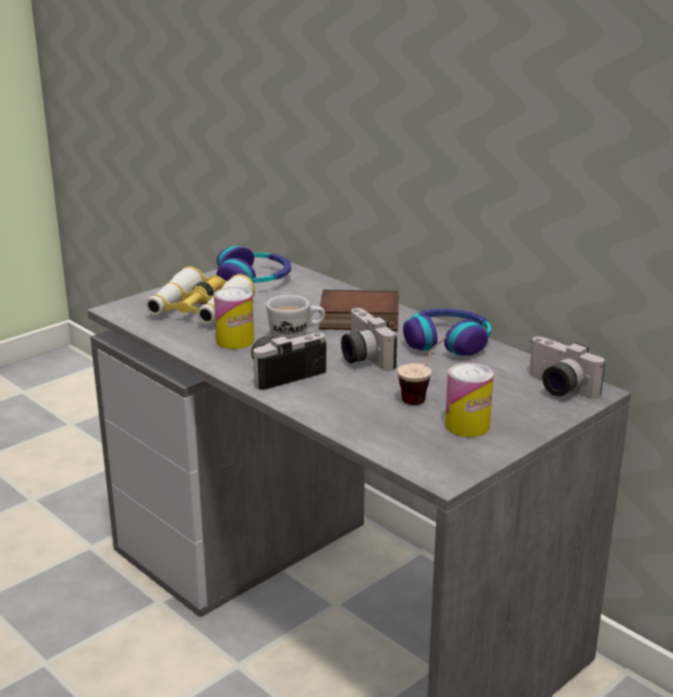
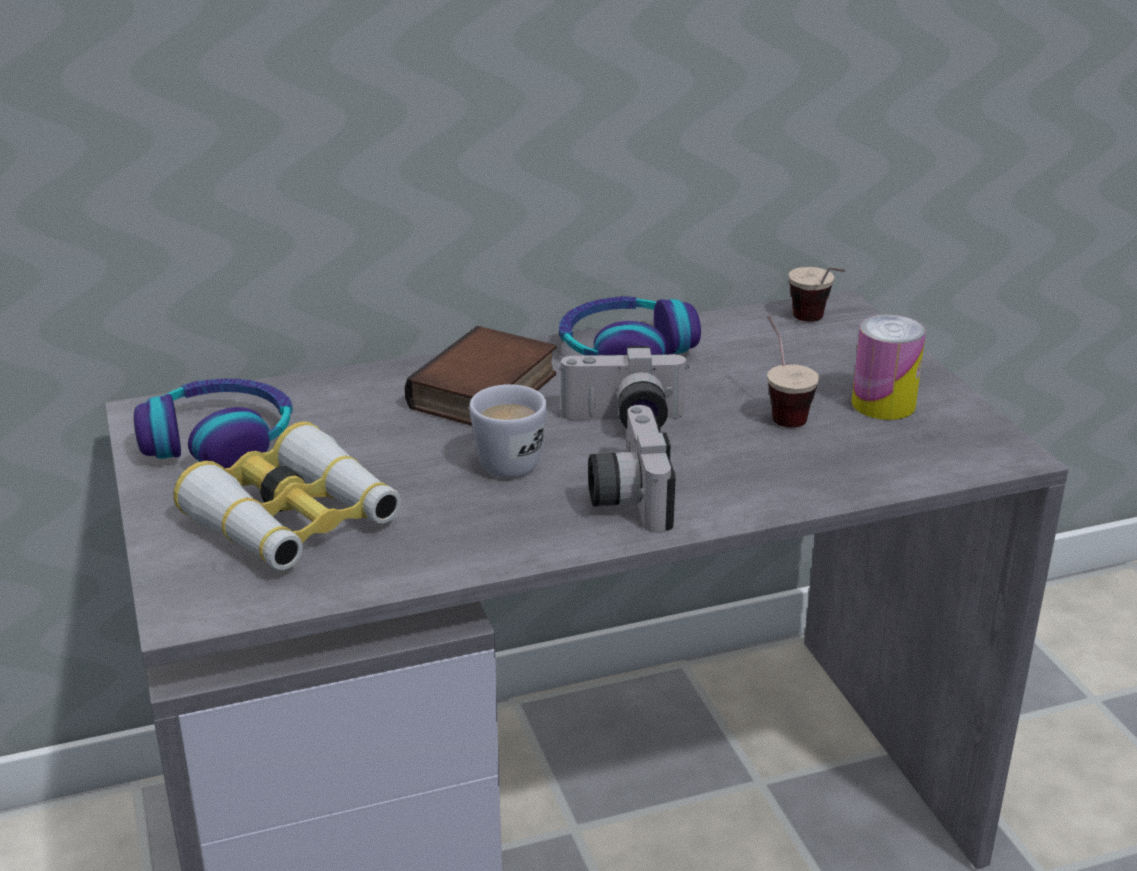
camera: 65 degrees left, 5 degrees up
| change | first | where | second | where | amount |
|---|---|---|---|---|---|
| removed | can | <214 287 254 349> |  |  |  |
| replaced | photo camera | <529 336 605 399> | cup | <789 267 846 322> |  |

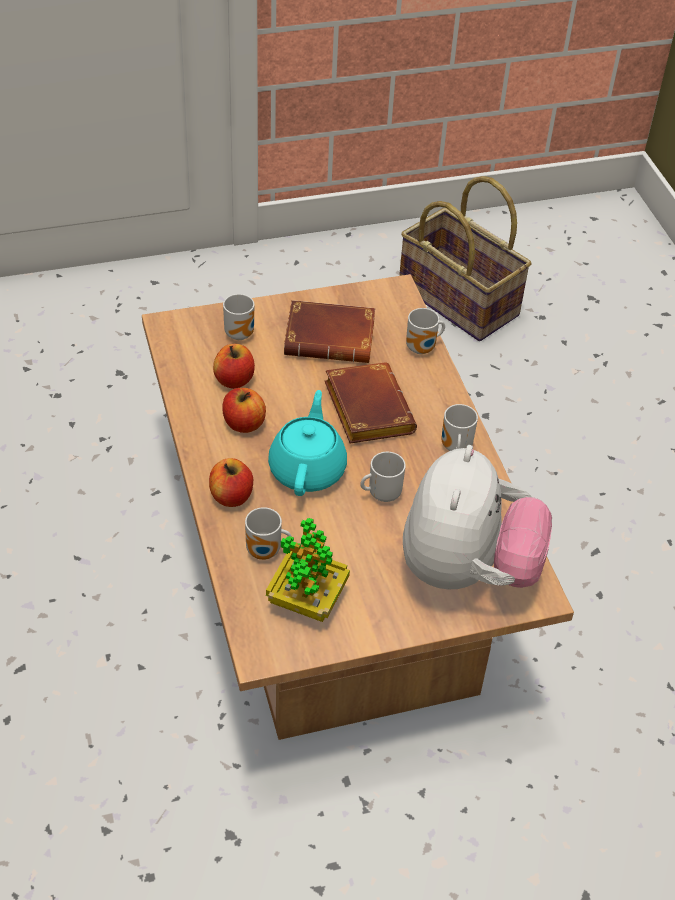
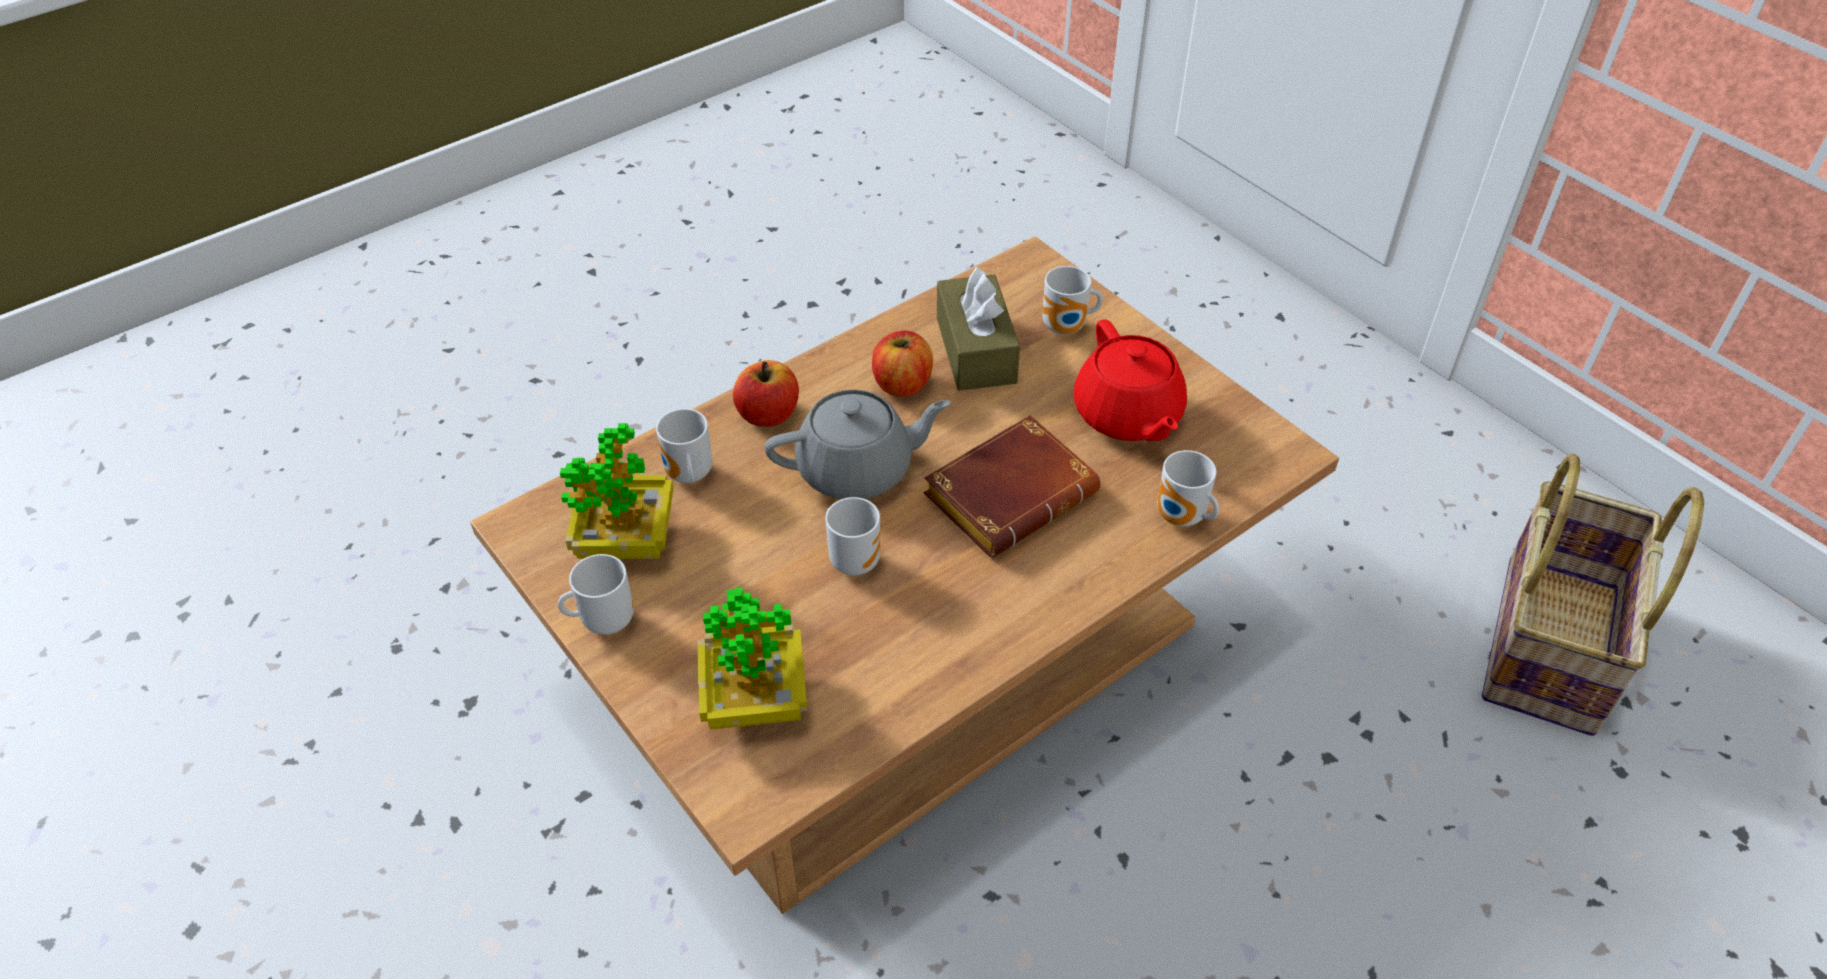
camera: 70 degrees right, 0 degrees up
| change | first | where | second | where | amount |
|---|---|---|---|---|---|
| replaced | apple | <213 344 255 389> | brown tissue box | <937 267 1020 391> |  |
| recoloured | turquoise teapot | <268 390 347 496> | grey teapot | <765 389 951 499> |  |
| replaced | brown book | <284 300 375 363> | red teapot | <1074 319 1187 441> |  |
| replaced | plush toy | <403 445 552 590> | potted plant | <697 587 808 730> |  |
| moved | mug | <442 404 478 451> |  | <558 554 634 635> |  |

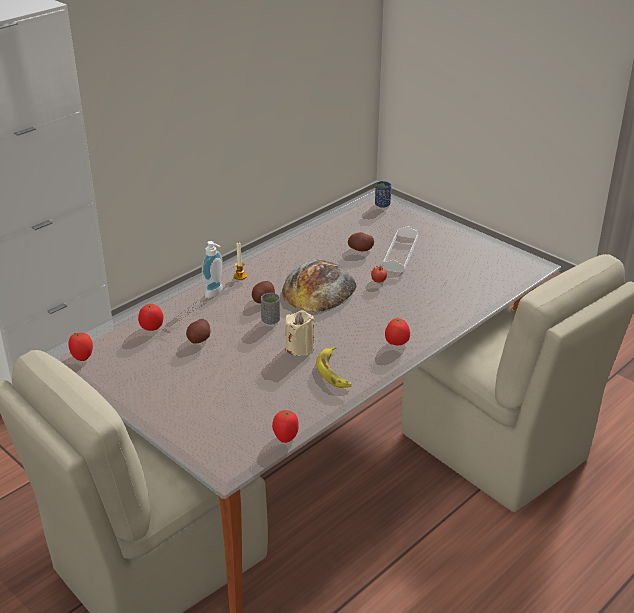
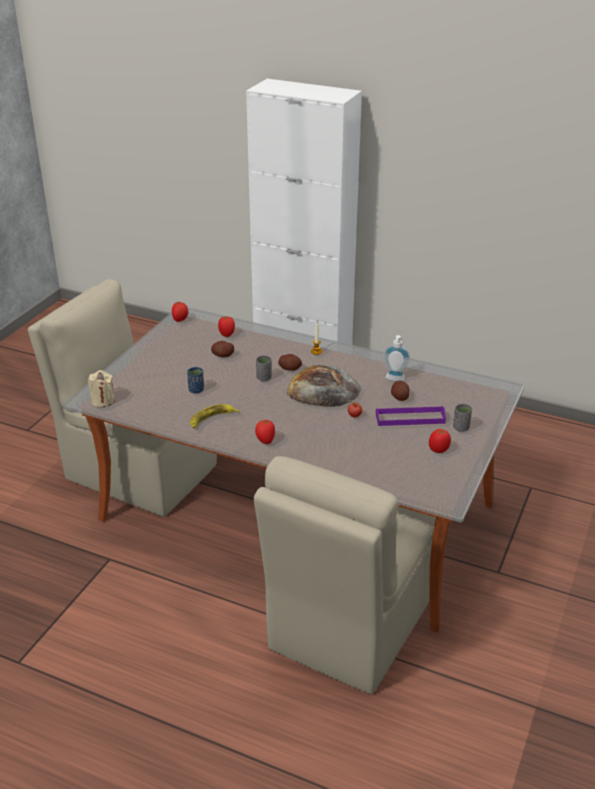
camera: 70 degrees right, 0 degrees up
| change | first | where | second | where | amount |
|---|---|---|---|---|---|
| moved | soap dispenser | <202 241 223 298> |  | <384 335 410 381> |  |
| moved | tomato | <272 410 299 443> |  | <429 429 451 453> |  |
| moved | beige candle | <285 310 314 356> |  | <88 370 115 407> |  |
| moved | blue cup | <375 181 391 208> |  | <187 367 204 393> |  |
| recoloured | white tray | <382 226 419 272> | purple tray | <376 406 446 426> |  |
| added |  |  | grey cup | <453 404 472 432> |  |

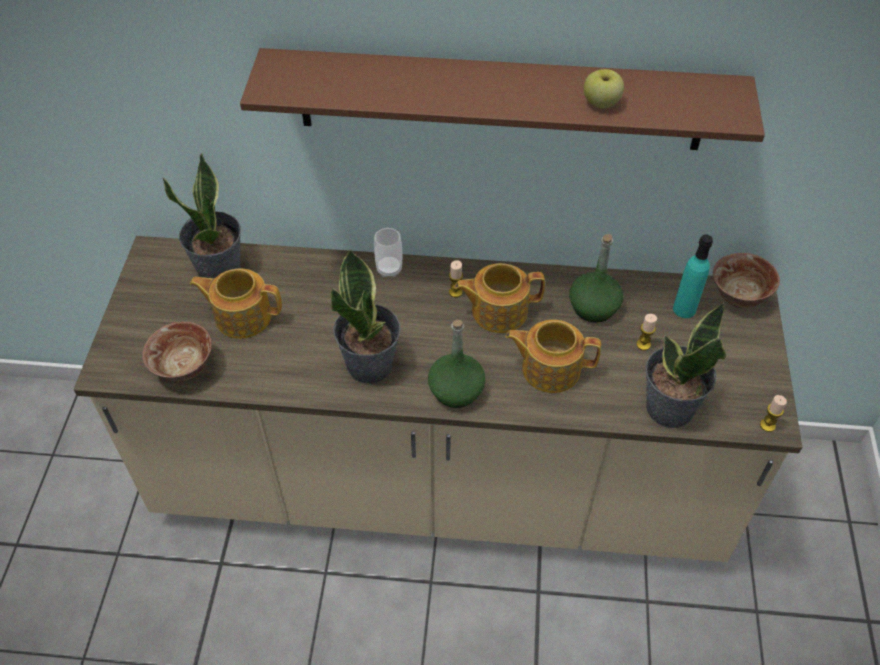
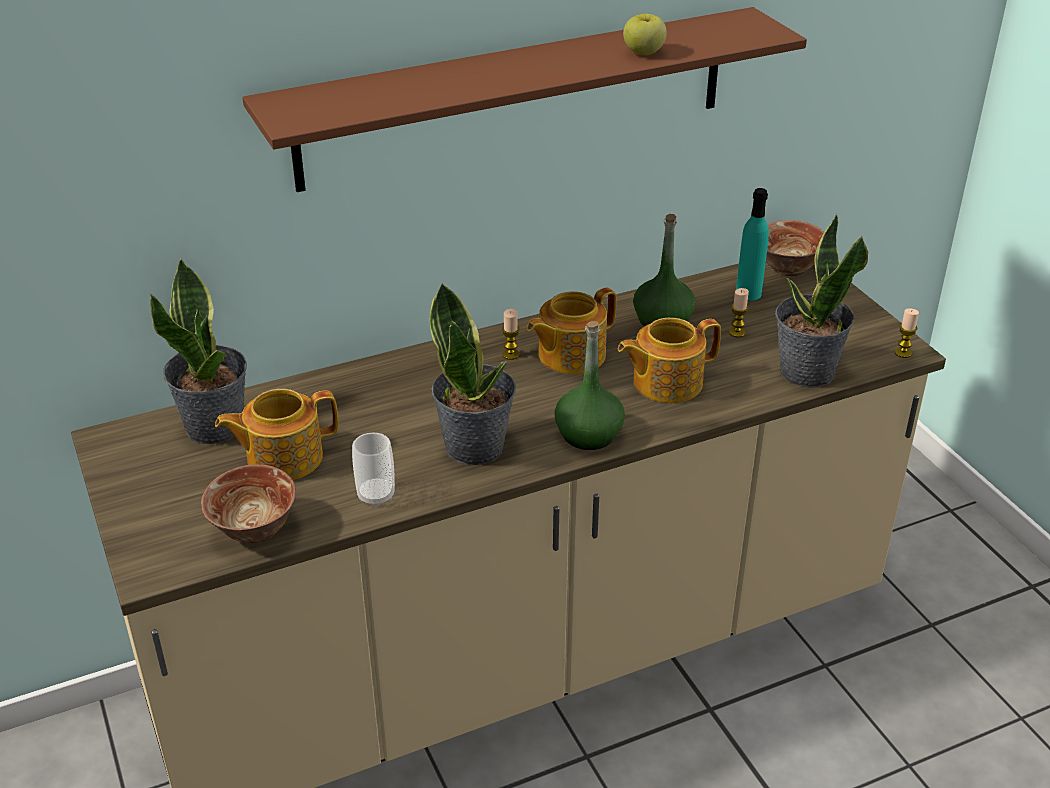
camera: 30 degrees left, 15 degrees down
| change | first | where | second | where | amount |
|---|---|---|---|---|---|
| moved | cup | <374 228 402 277> |  | <352 433 395 507> |  |

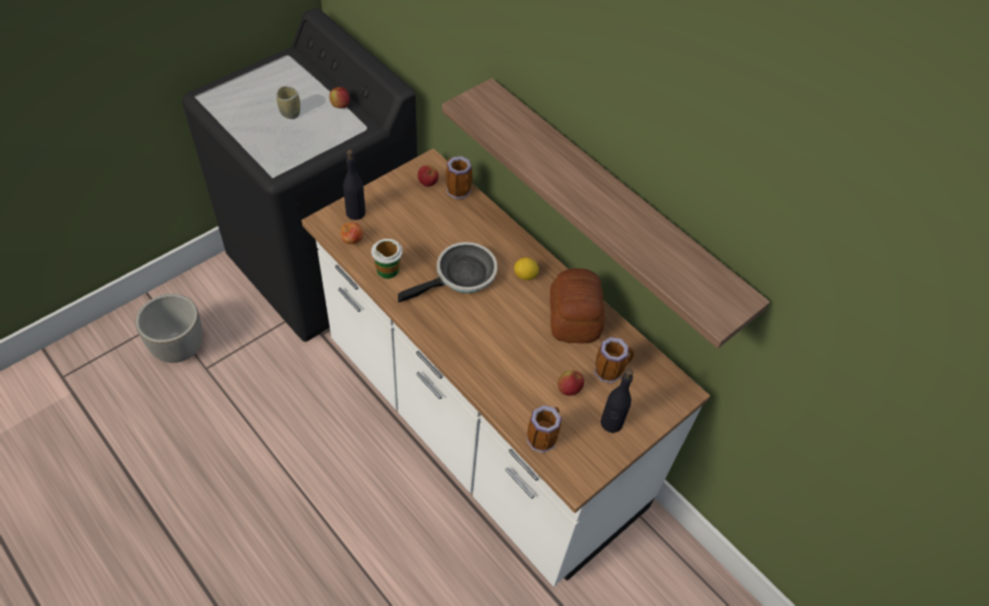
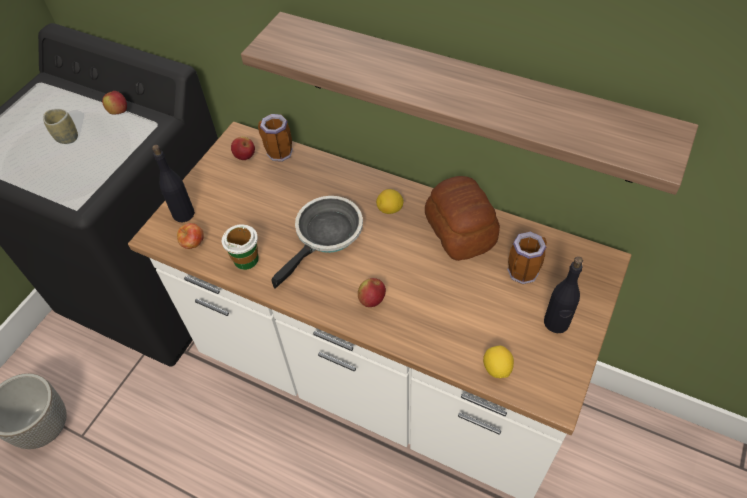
camera: 15 degrees left, 0 degrees up
| change | first | where | second | where | amount |
|---|---|---|---|---|---|
| replaced | mug | <527 405 562 453> | lemon | <483 345 514 378> |  |
| moved | apple | <558 370 584 396> |  | <358 278 386 307> |  |

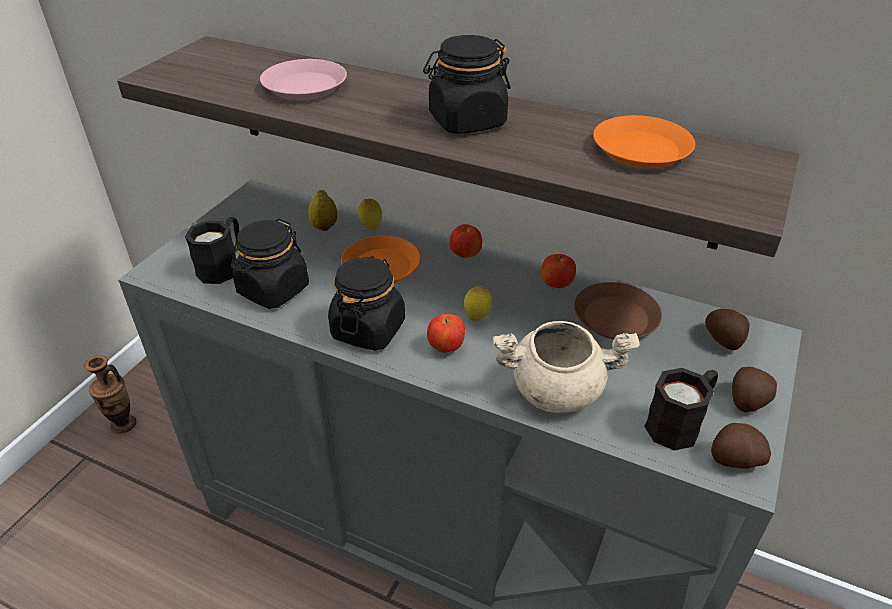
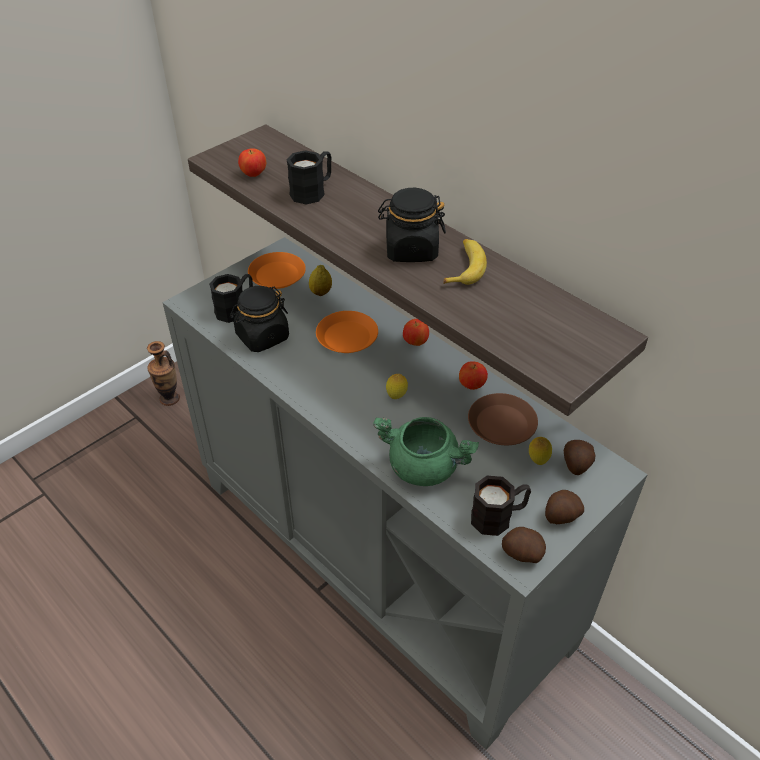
camera: 20 degrees right, 5 degrees up
| change | first | where | second | where | amount |
|---|---|---|---|---|---|
| replaced | pink plate | <260 59 347 100> | black mug | <287 150 331 204> |  |
| removed | black jar | <328 256 405 351> |  |  |  |
| moved | lemon | <358 199 382 229> |  | <529 437 552 465> |  |
| moved | apple | <427 314 465 353> |  | <238 148 266 177> |  |
| recoloured | beige cooking pot | <493 321 640 413> | green cooking pot | <373 417 479 486> |  |
| moved | orange plate | <593 115 695 168> |  | <248 252 306 289> |  |
| added |  |  | banana | <443 239 487 285> |  |

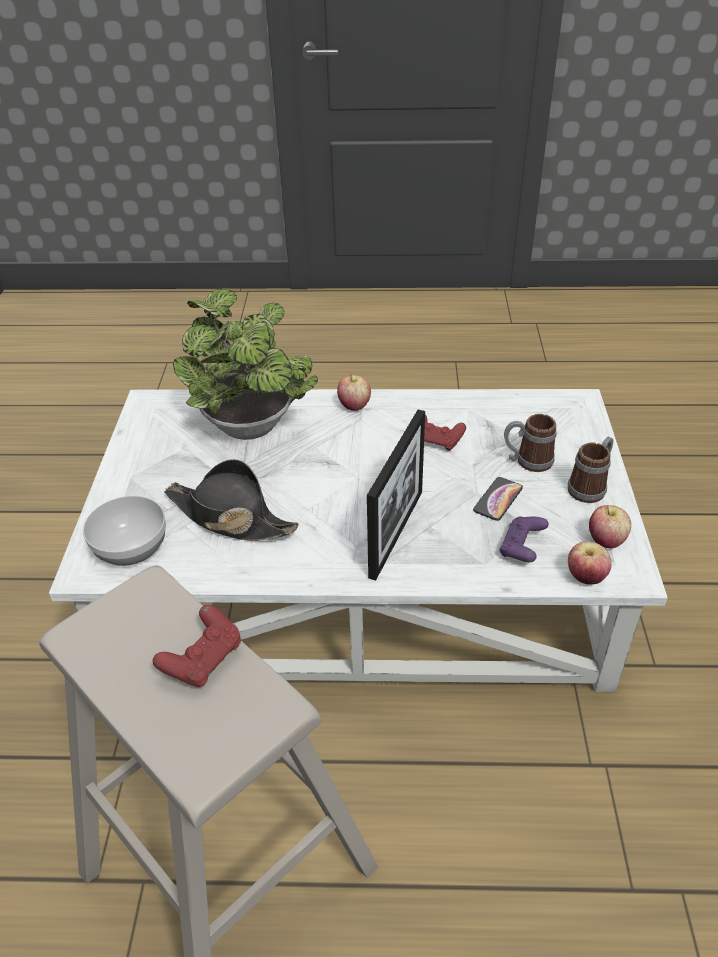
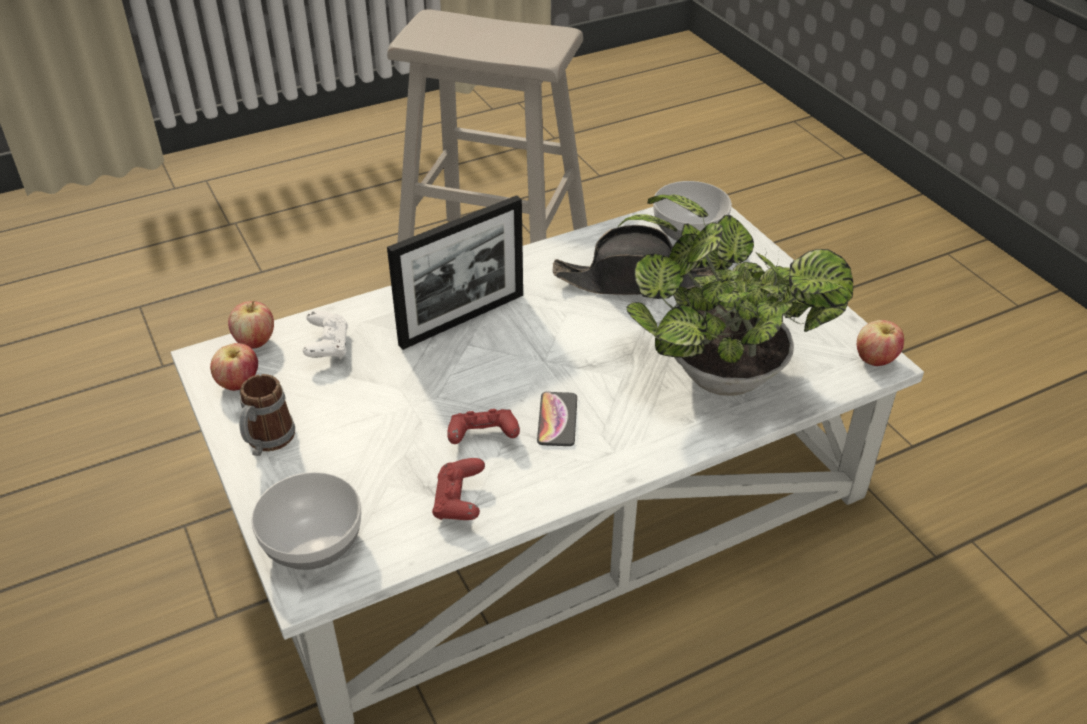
camera: 150 degrees right, 0 degrees up
| change | first | where | second | where | amount |
|---|---|---|---|---|---|
| moved | red game controller | <153 605 241 687> |  | <432 458 485 520> |  |
| moved | apple | <337 374 371 411> |  | <857 320 904 366> |  |
| turned | picture frame | <367 410 425 581> |  | <387 195 523 350> | 120 degrees counterclockwise |
| moved | phone | <473 477 523 521> |  | <537 392 577 446> |  |
| recoloured | purple game controller | <499 516 549 562> | white game controller | <303 311 348 359> |  |
| removed | mug | <504 414 557 472> |  |  |  |
| added |  |  | bowl | <251 472 361 570> |  |

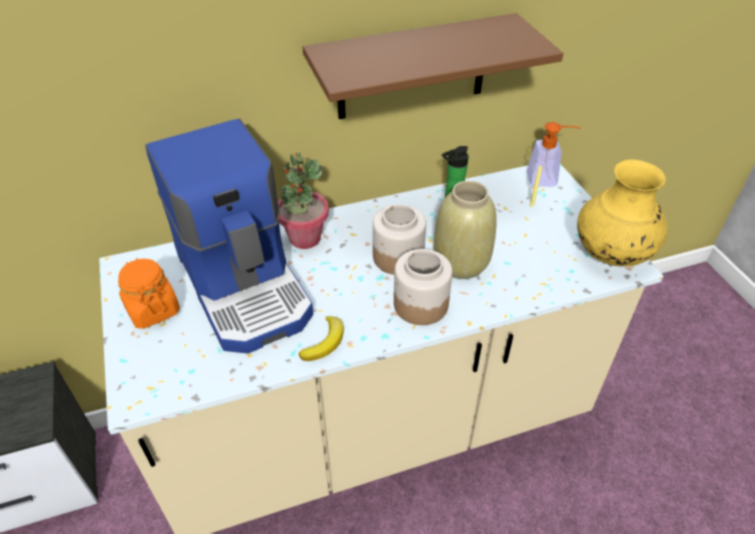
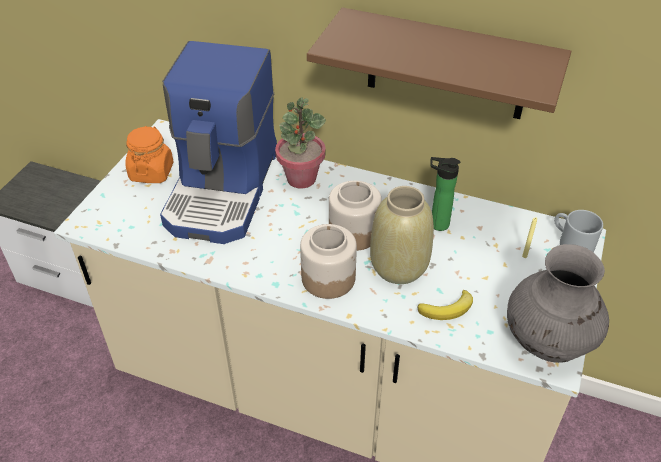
camera: 40 degrees right, 0 degrees up
| change | first | where | second | where | amount |
|---|---|---|---|---|---|
| moved | banana | <299 316 344 361> |  | <418 290 473 320> |  |
| replaced | soap dispenser | <526 122 581 187> | grey mug | <554 210 603 252> |  |
| recoloured | yellow vase | <577 159 668 266> | grey vase | <507 244 609 363> |  |

